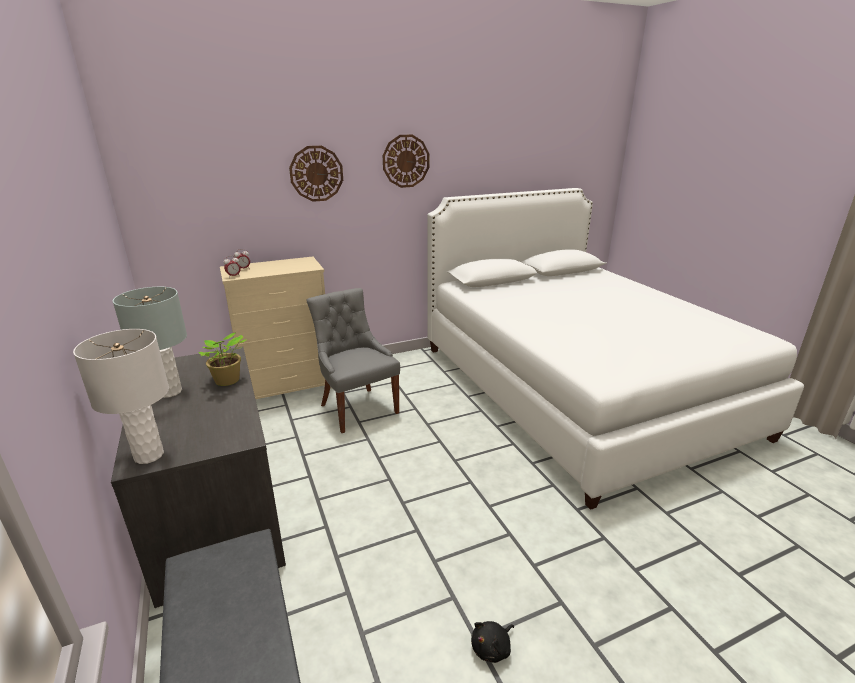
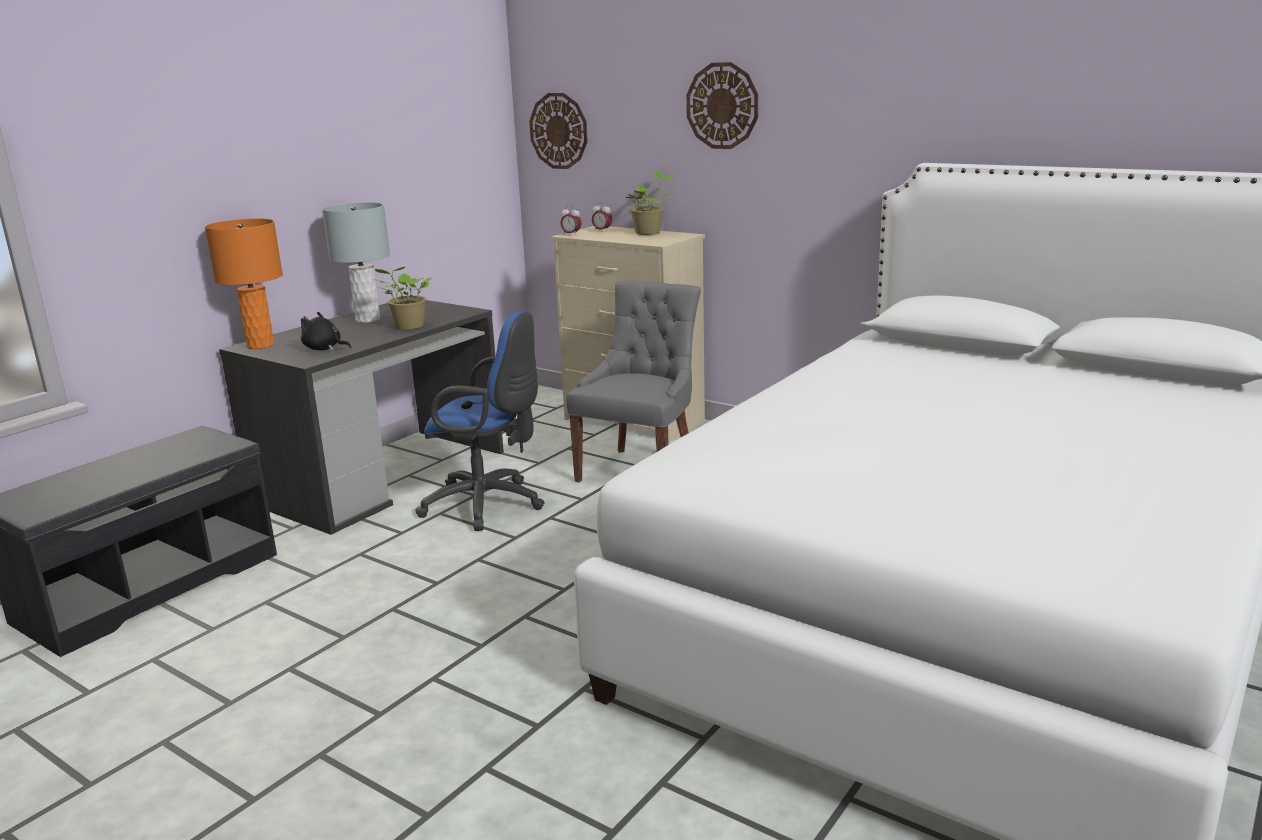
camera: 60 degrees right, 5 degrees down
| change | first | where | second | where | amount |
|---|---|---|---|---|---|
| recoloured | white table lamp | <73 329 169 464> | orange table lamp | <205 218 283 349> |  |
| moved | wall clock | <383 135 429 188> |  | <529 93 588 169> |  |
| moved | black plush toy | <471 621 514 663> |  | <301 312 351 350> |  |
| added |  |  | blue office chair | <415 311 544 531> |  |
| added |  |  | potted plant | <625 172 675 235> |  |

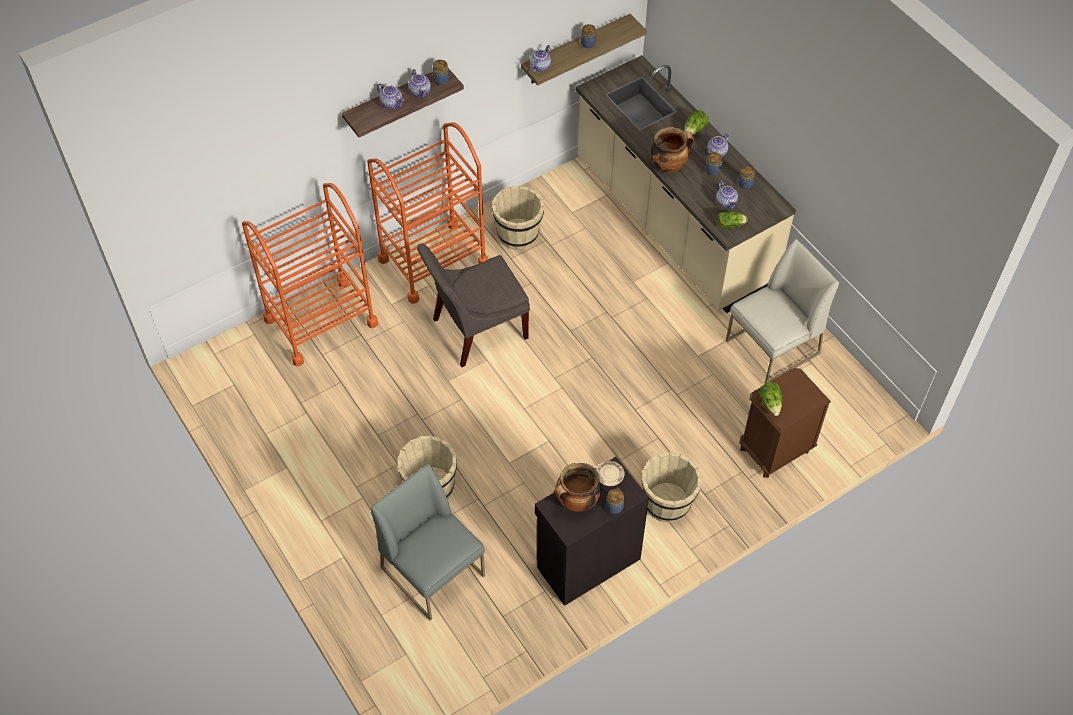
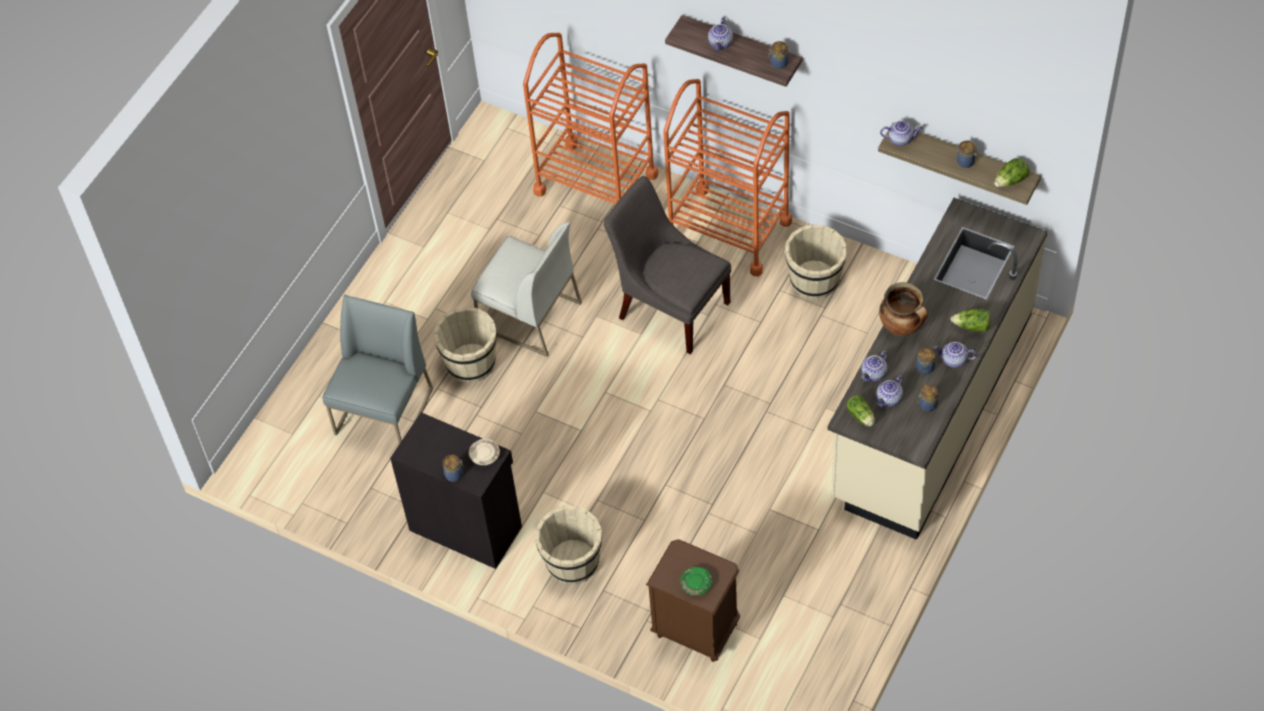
camera: 65 degrees right, 0 degrees up
| change | first | where | second | where | amount |
|---|---|---|---|---|---|
| moved | teapot | <408 69 431 98> |  | <861 350 888 382> |  |
| removed | cooking pot | <554 463 601 512> |  |  |  |
| moved | white chair | <726 239 839 384> |  | <471 222 582 357> |  |
| moved | lettuce | <759 382 782 416> |  | <994 158 1030 187> |  |
| added |  |  | green plate | <680 567 712 596> |  |

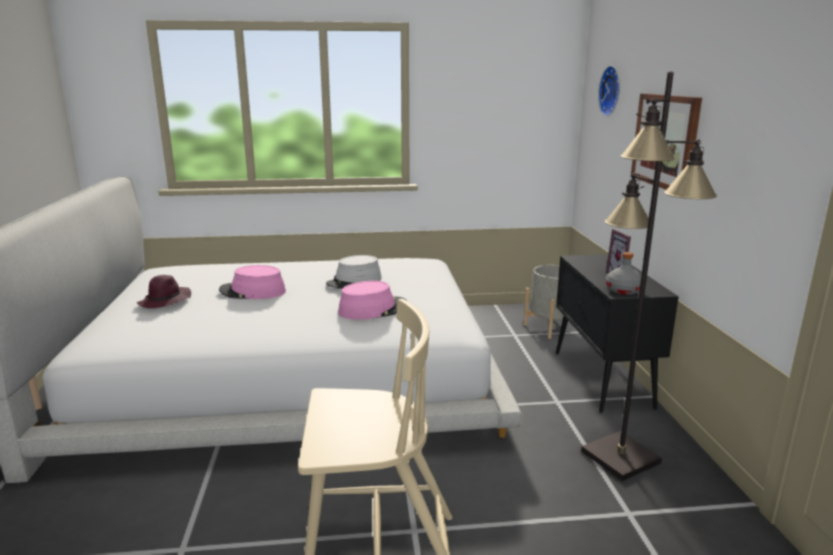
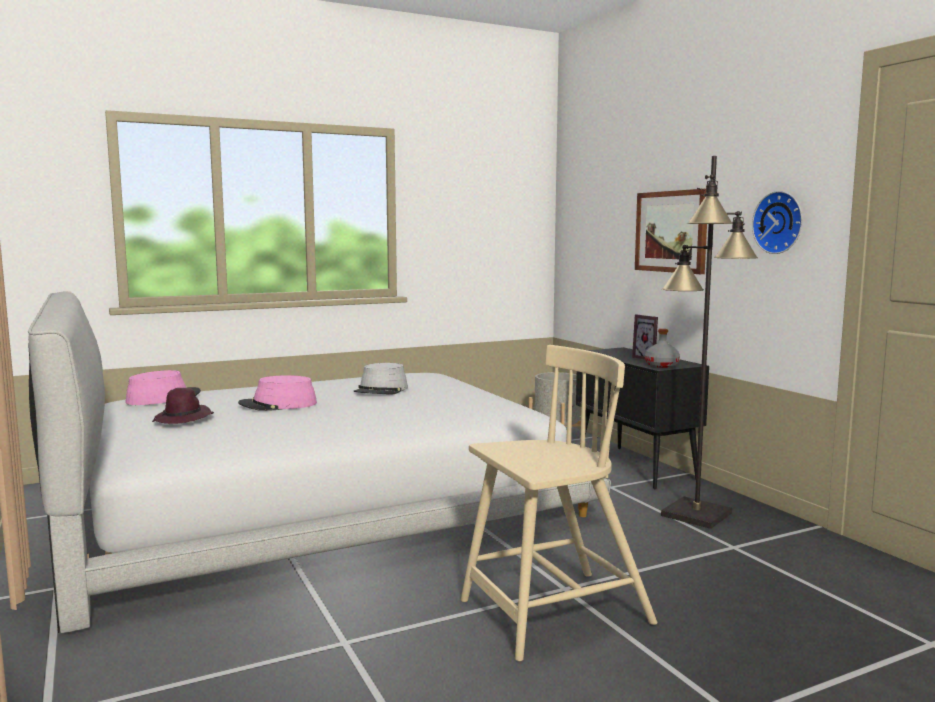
camera: 20 degrees left, 10 degrees down
| change | first | where | second | where | amount |
|---|---|---|---|---|---|
| moved | pink hat | <338 281 407 320> |  | <125 370 201 405> |  |
| moved | wall clock | <598 66 620 116> |  | <752 191 803 254> |  |

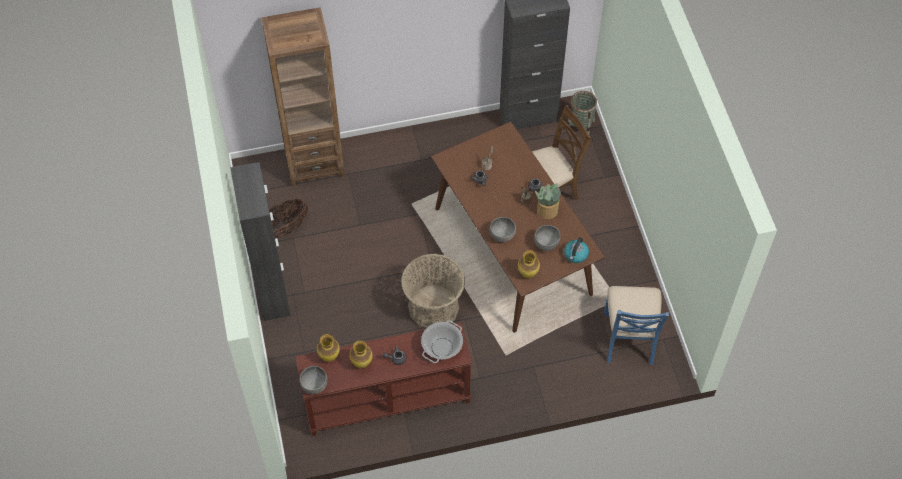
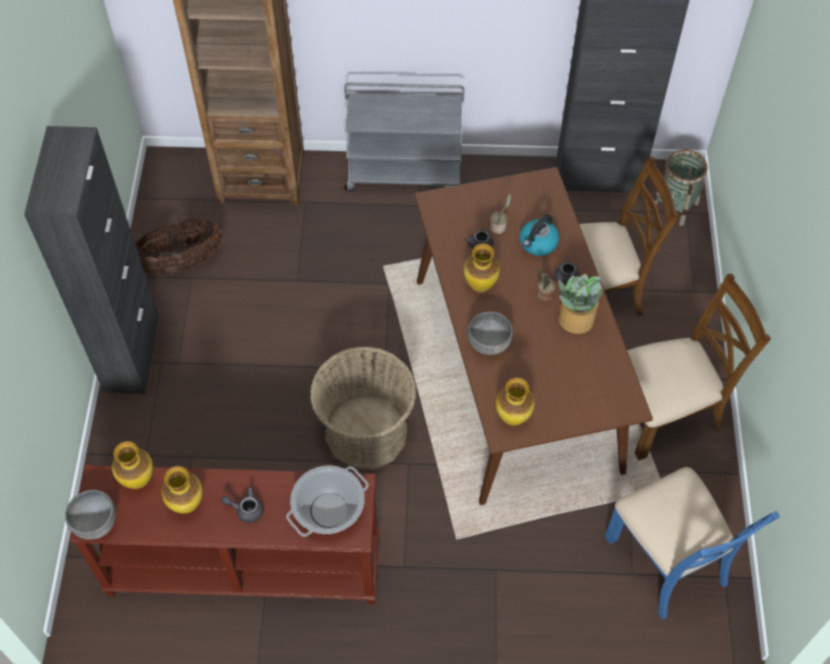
camera: 15 degrees right, 0 degrees up
| change | first | where | second | where | amount |
|---|---|---|---|---|---|
| removed | grey bowl | <534 225 560 251> |  |  |  |
| moved | kettle | <564 237 589 263> |  | <520 214 560 256> |  |
| turned | blue chair | <604 286 669 365> |  | <605 467 780 619> | 45 degrees counterclockwise |
| added |  |  | grey cart | <344 82 464 191> |  |
| added |  |  | vase | <464 244 500 292> |  |
| added |  |  | brown chair | <627 274 771 460> |  |

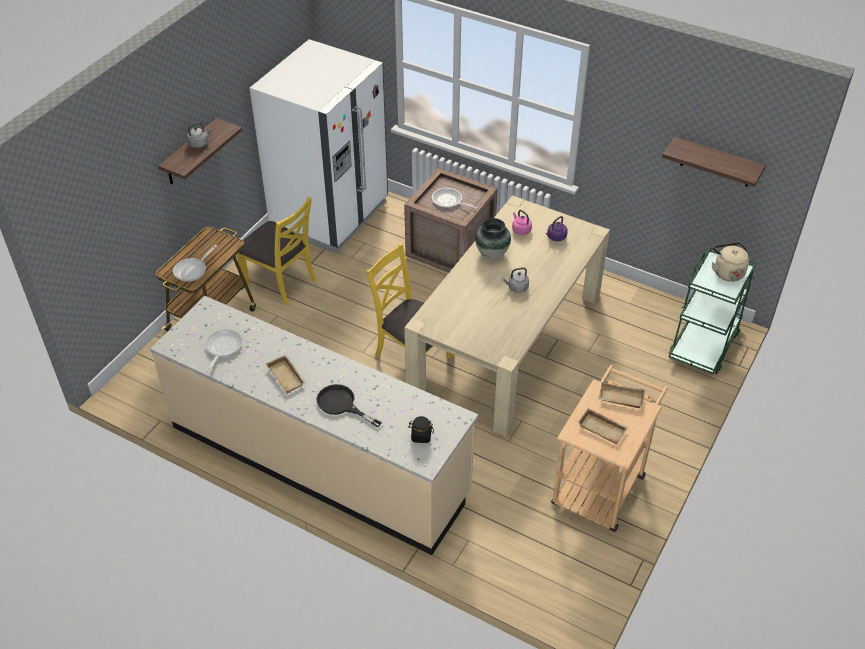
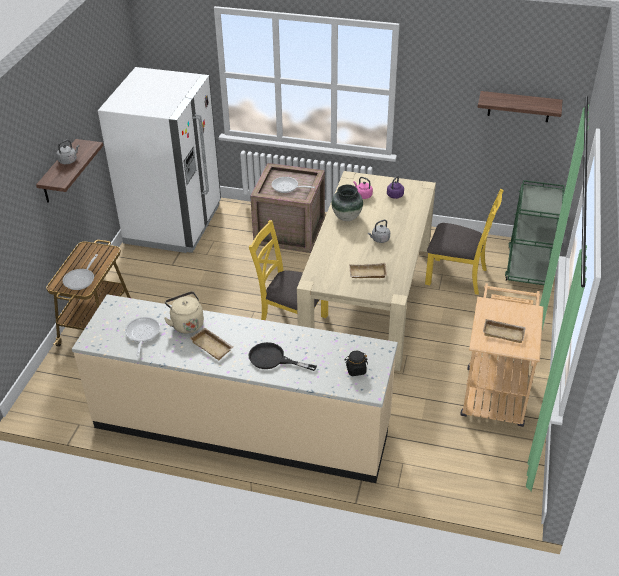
camera: 15 degrees left, 5 degrees down
| change | first | where | second | where | amount |
|---|---|---|---|---|---|
| moved | yellow chair | <237 197 317 306> |  | <425 189 504 295> |  |
| moved | beige tray | <598 382 645 408> |  | <349 263 387 278> |  |
| moved | beige kettle | <712 242 749 282> |  | <164 291 204 334> |  |

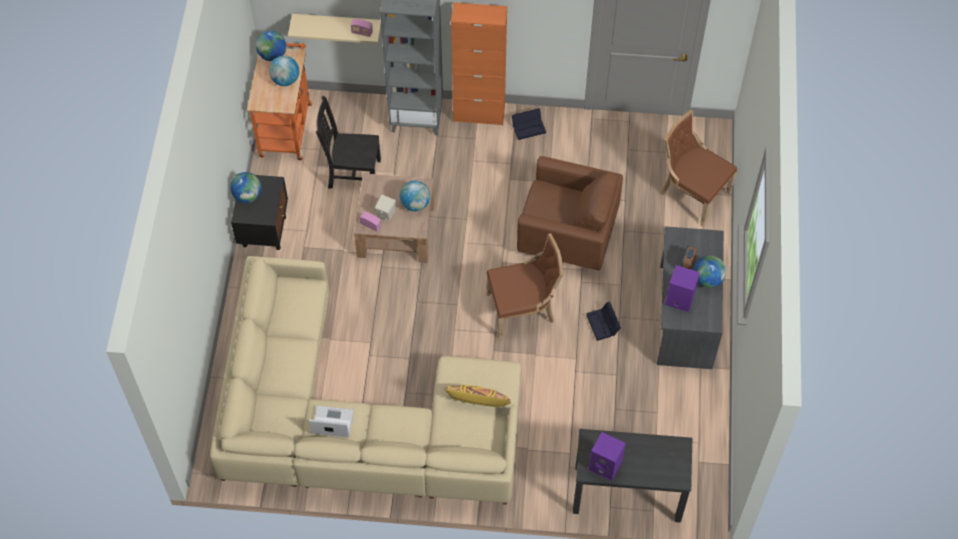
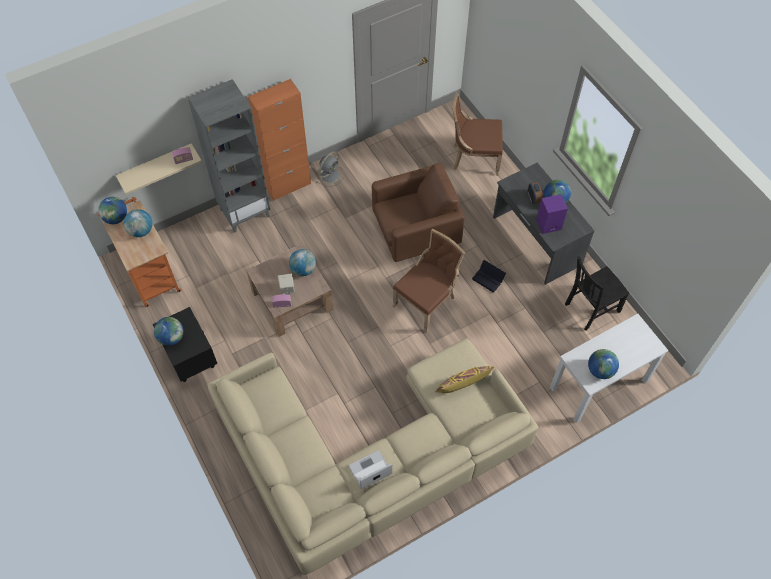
camera: 35 degrees left, 0 degrees up
| change | first | where | second | where | amount |
|---|---|---|---|---|---|
| moved | black chair | <316 96 381 189> |  | <565 257 629 331> |  |
| replaced | black storage box | <512 108 546 140> | grey fan | <317 151 344 187> |  |
| recoloured | black desk | <573 429 692 523> | white desk | <550 314 669 423> |  |
| replaced | purple speaker | <589 432 626 481> | globe | <588 349 619 379> |  |

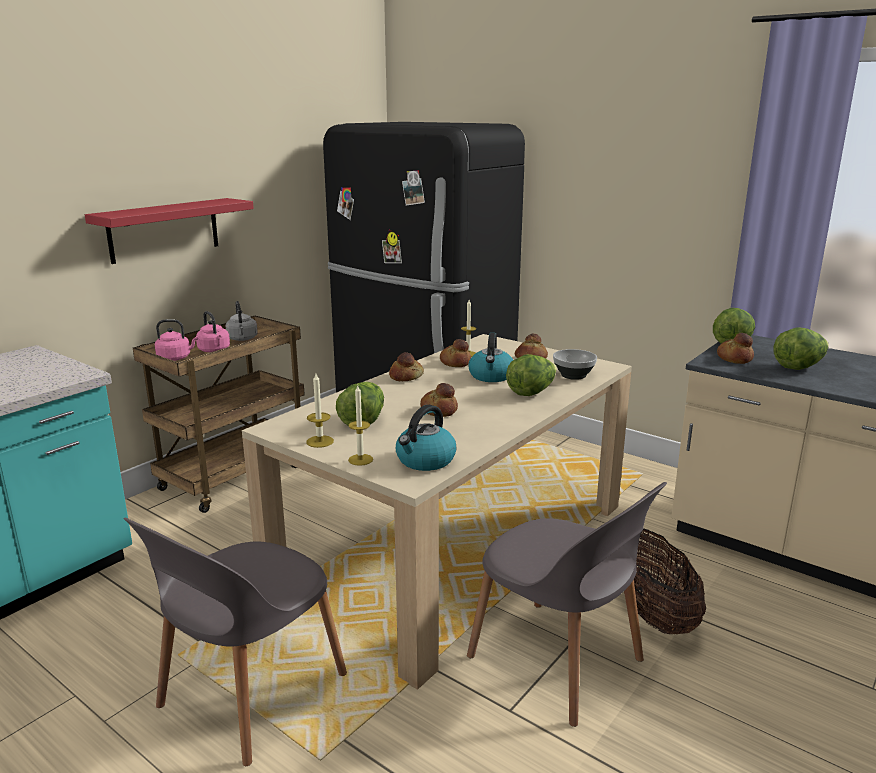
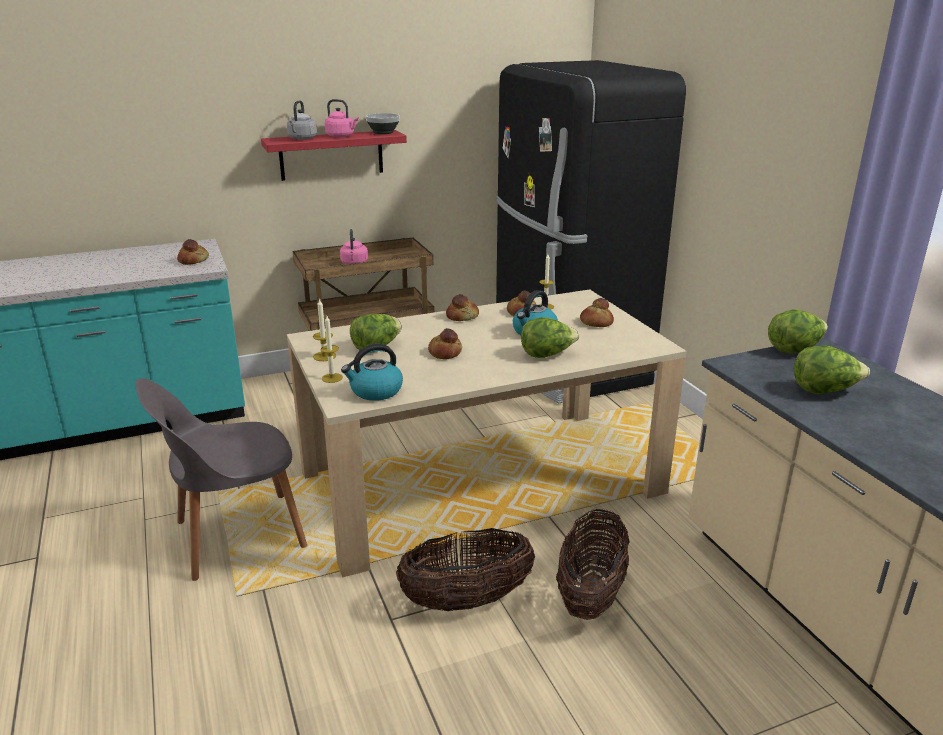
camera: 30 degrees right, 5 degrees up
| change | first | where | second | where | amount |
|---|---|---|---|---|---|
| moved | pink kettle | <155 319 198 361> |  | <325 99 359 138> |  |
| moved | grey kettle | <226 301 258 341> |  | <287 100 317 140> |  |
| replaced | grey chair | <467 482 667 727> | basket | <396 528 535 611> |  |
| moved | bowl | <553 349 597 380> |  | <366 113 400 134> |  |
| moved | bread | <717 333 754 364> |  | <177 239 209 265> |  |

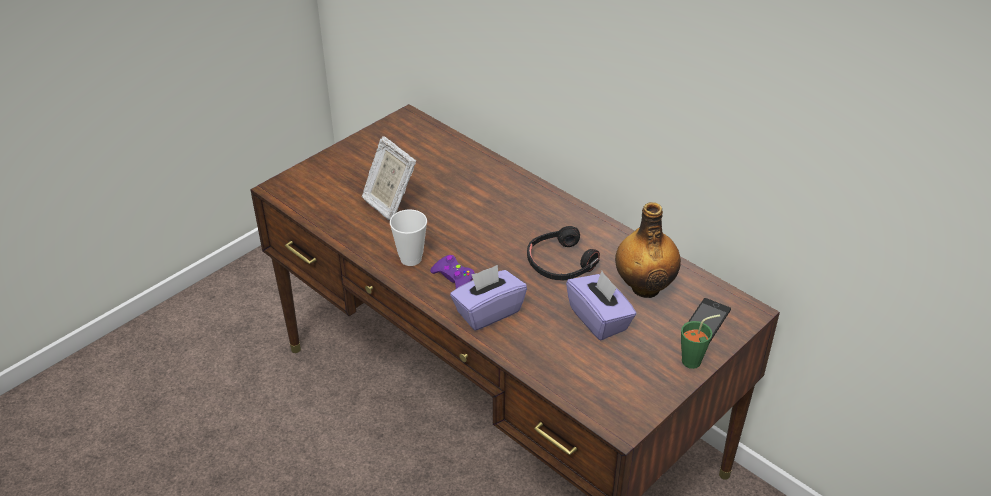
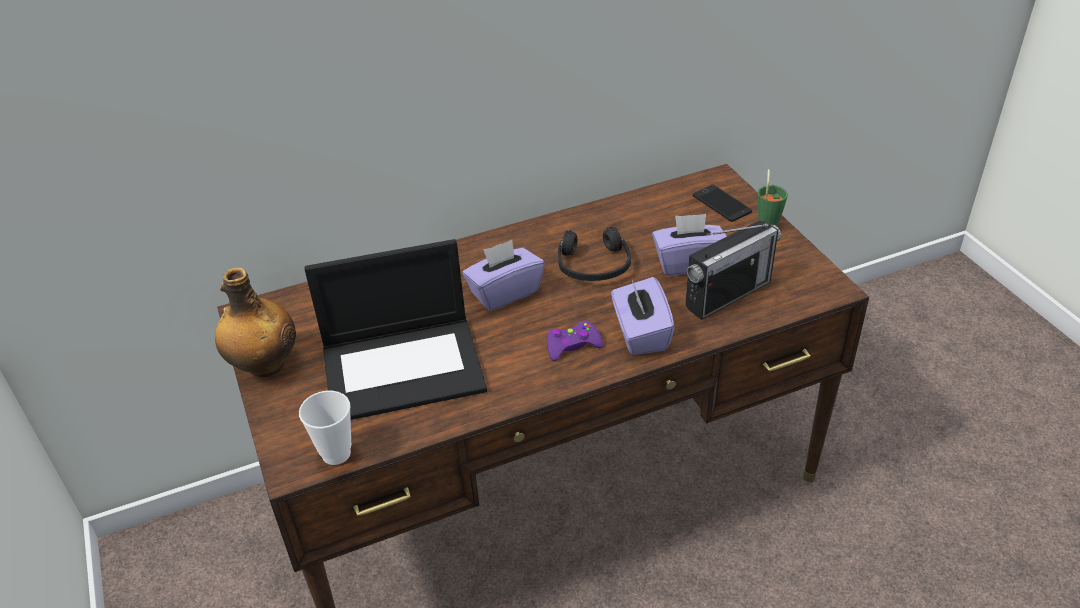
camera: 65 degrees left, 0 degrees up
| change | first | where | second | where | amount |
|---|---|---|---|---|---|
| replaced | picture frame | <362 136 416 220> | laptop | <304 239 487 420> |  |
| moved | cup | <390 209 427 266> |  | <299 391 351 465> |  |
| moved | bottle | <615 202 681 298> |  | <215 268 296 377> |  |
| added |  |  | purple tissue box | <462 240 545 311> |  |
| added |  |  | radio | <685 221 781 320> |  |

